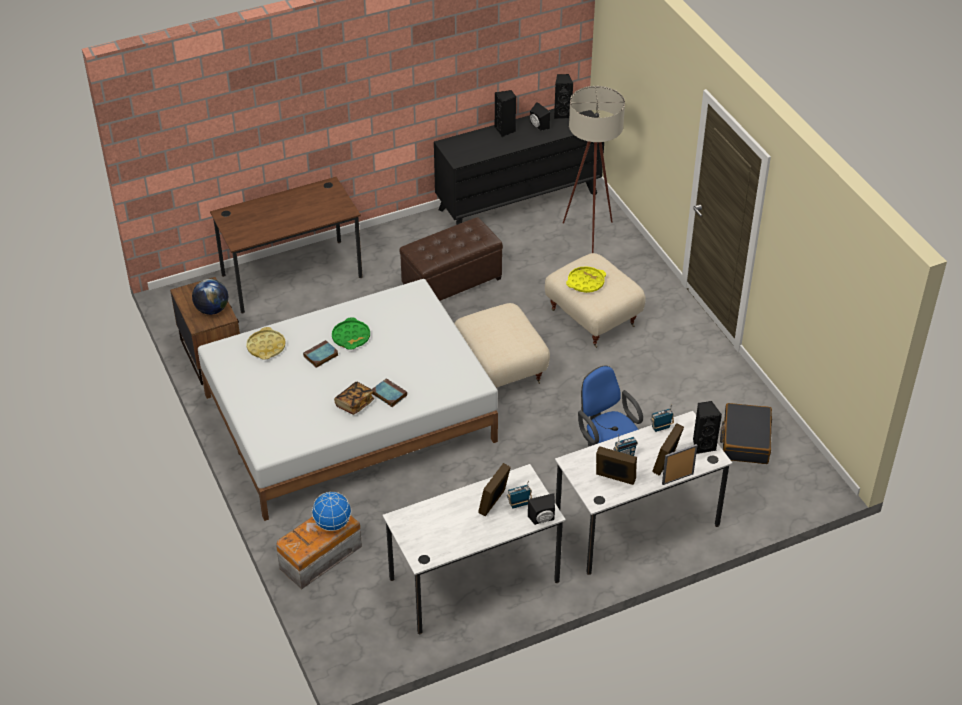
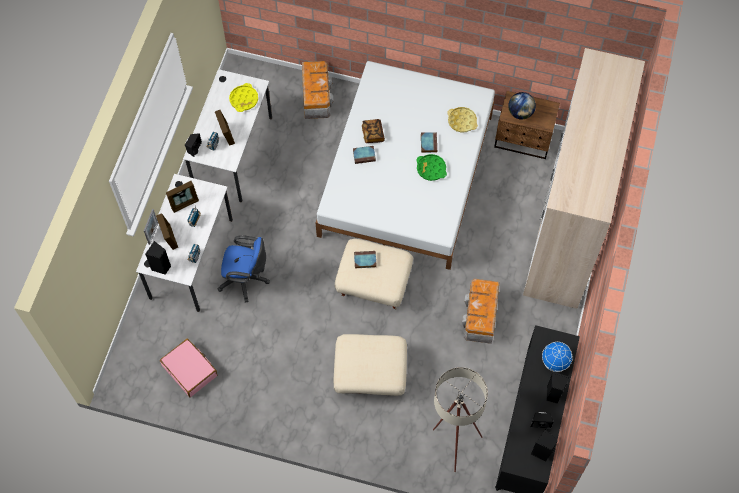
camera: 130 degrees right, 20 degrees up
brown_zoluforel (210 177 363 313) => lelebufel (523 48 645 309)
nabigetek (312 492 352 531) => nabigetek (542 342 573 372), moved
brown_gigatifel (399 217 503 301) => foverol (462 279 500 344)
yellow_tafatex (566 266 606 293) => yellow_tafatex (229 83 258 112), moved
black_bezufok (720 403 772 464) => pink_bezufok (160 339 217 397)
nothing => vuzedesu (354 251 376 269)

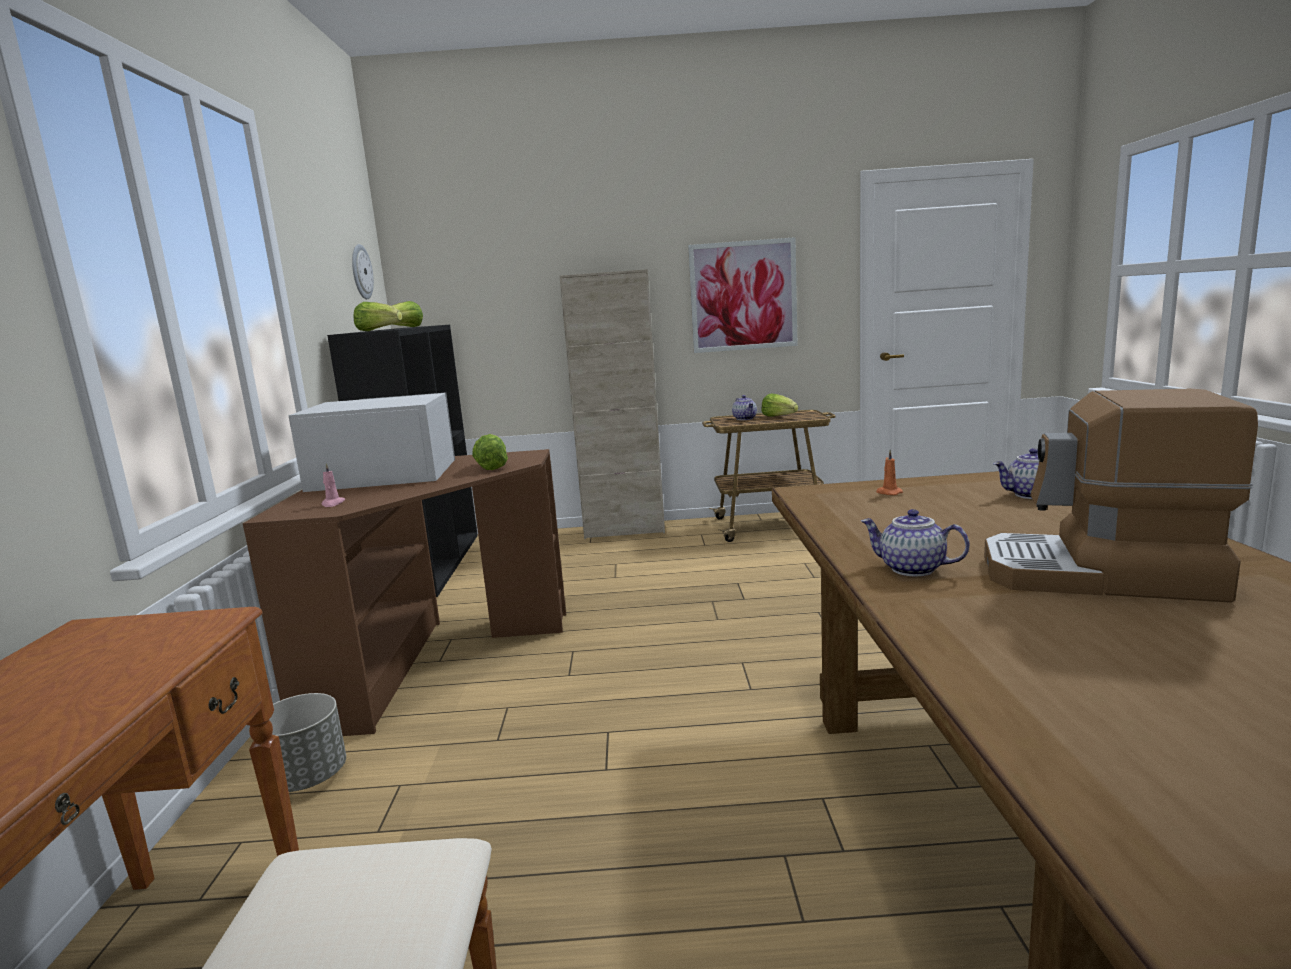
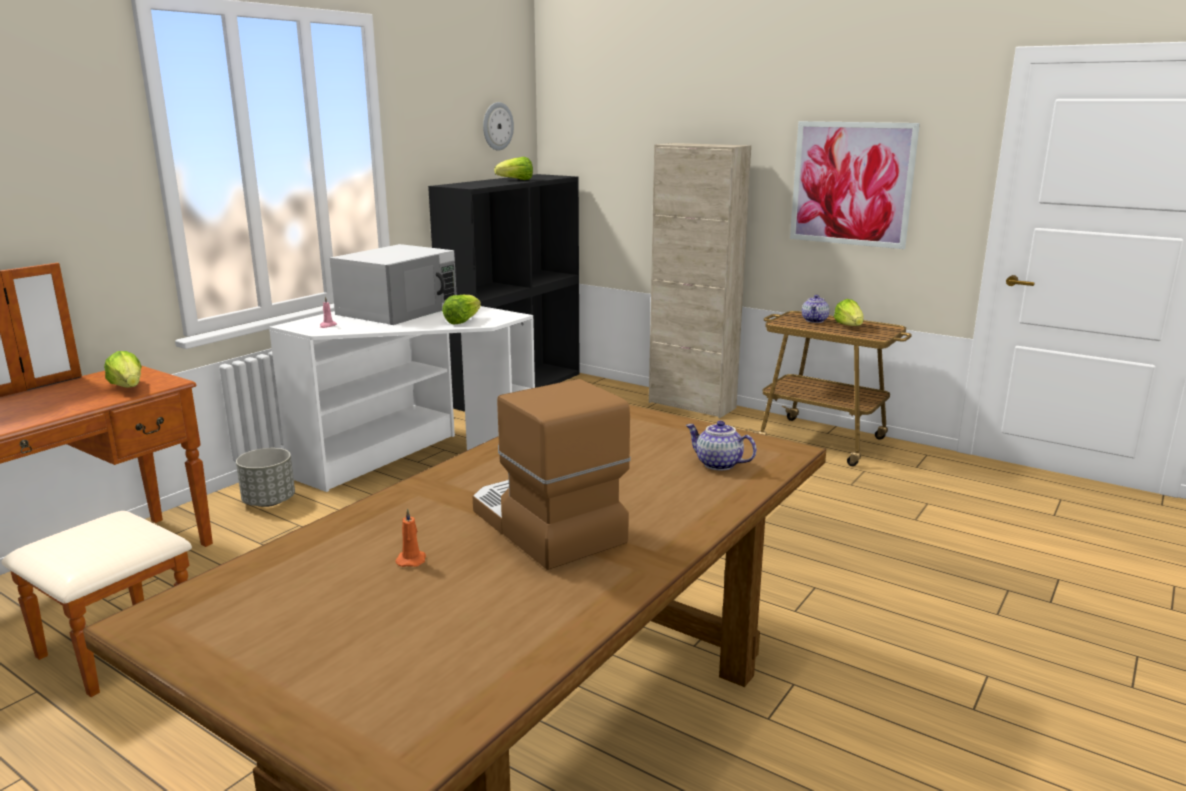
camera: 35 degrees right, 5 degrees up
brown_zoluforel (243 449 566 736) => white_zoluforel (269 306 535 492)
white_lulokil (288 393 455 492) => white_lulokil (330 244 457 325), 90 degrees clockwise
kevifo (353 302 402 331) => kevifo (104 351 142 388), moved
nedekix (861 509 970 576) => nothing
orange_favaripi (876 450 903 495) => orange_favaripi (395 508 426 567), moved

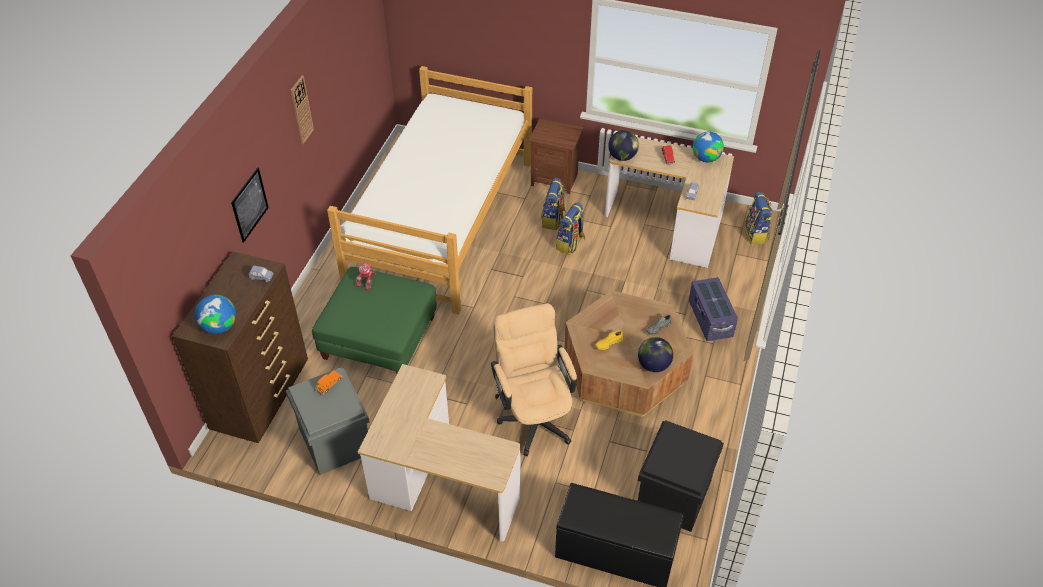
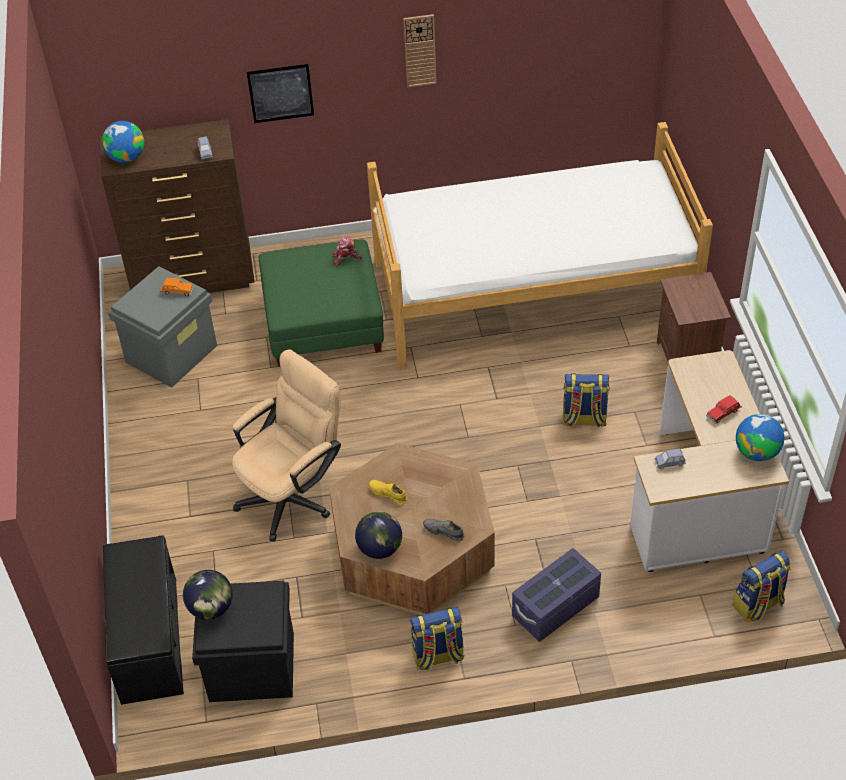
camera: 65 degrees right, 0 degrees up
zoluforel (358 364 520 542) => nothing
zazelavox (541 178 566 230) => zazelavox (410 607 464 671), moved
nabigetek (608 130 639 161) => nabigetek (183 570 233 620), moved

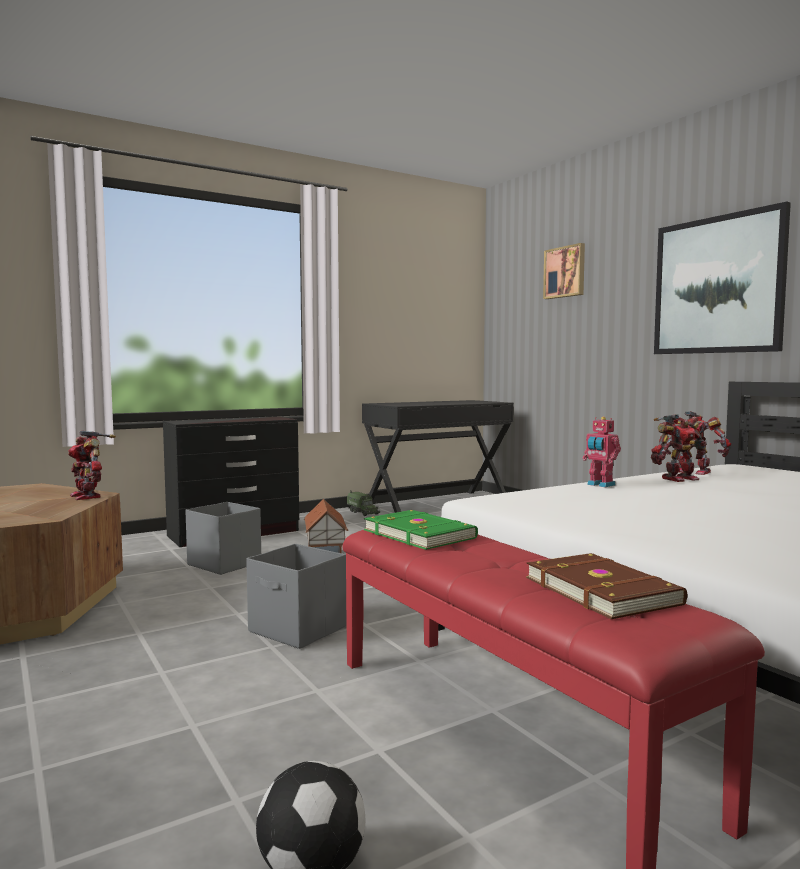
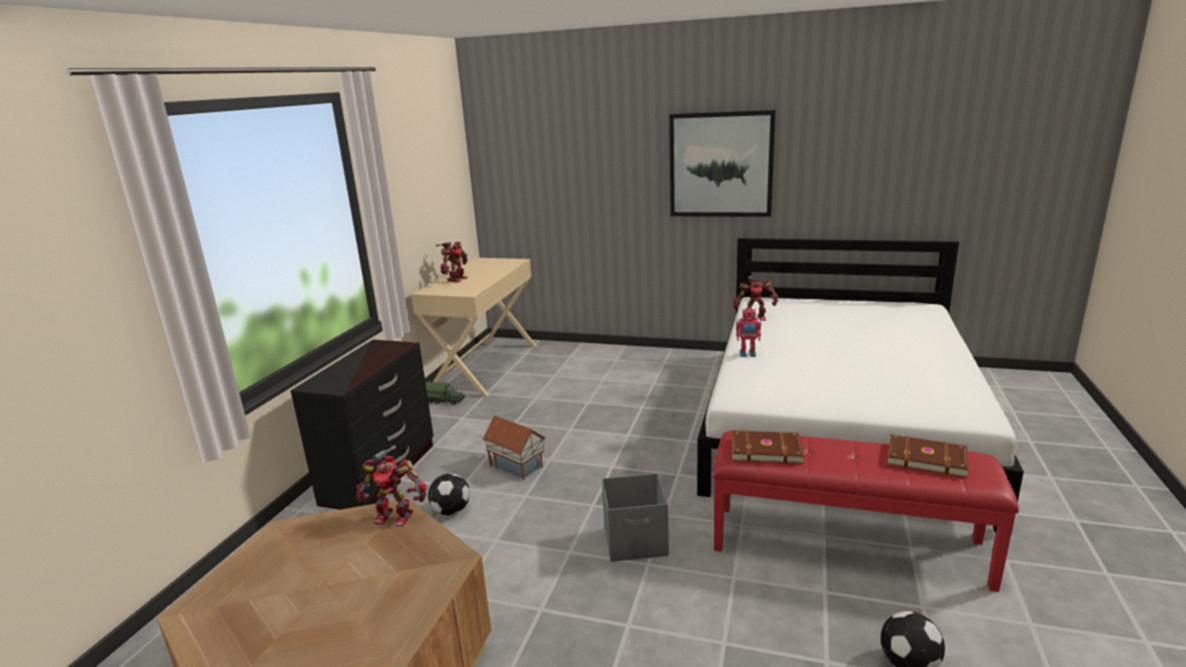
camera: 40 degrees left, 15 degrees up
grey_foverol (185 502 261 575) => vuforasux (428 473 470 515)
black_zoluforel (362 400 514 513) => beige_zoluforel (411 258 537 396)
green_vuzedesu (364 510 478 550) => brown_vuzedesu (732 431 804 464)
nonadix (543 243 585 299) => nothing
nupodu (651 414 707 482) => nupodu (435 242 468 282), moved

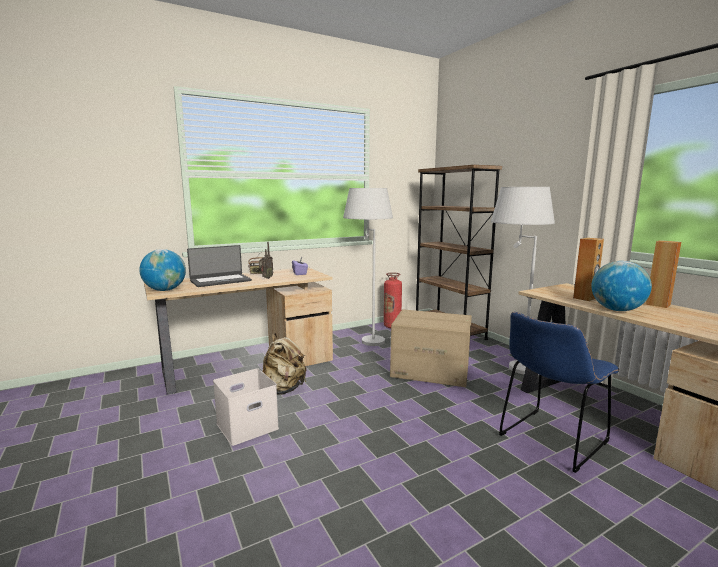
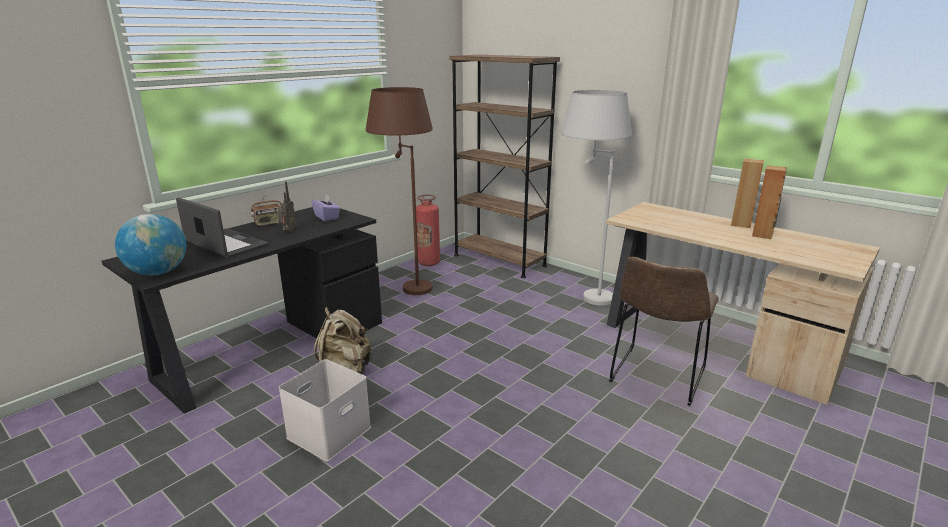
camera: 20 degrees left, 10 degrees up
beige_zoluforel (144 267 333 395) => black_zoluforel (102 207 382 414)
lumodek (187 245 252 287) => lumodek (176 197 268 258), 90 degrees counterclockwise
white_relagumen (343 188 393 346) => brown_relagumen (366 87 433 295)
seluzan (390 309 472 387) => nothing
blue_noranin (499 312 619 473) => brown_noranin (609 257 719 406)
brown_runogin (573 238 604 301) => brown_runogin (752 165 787 239), moved
nabigetek (592 261 652 311) => nothing

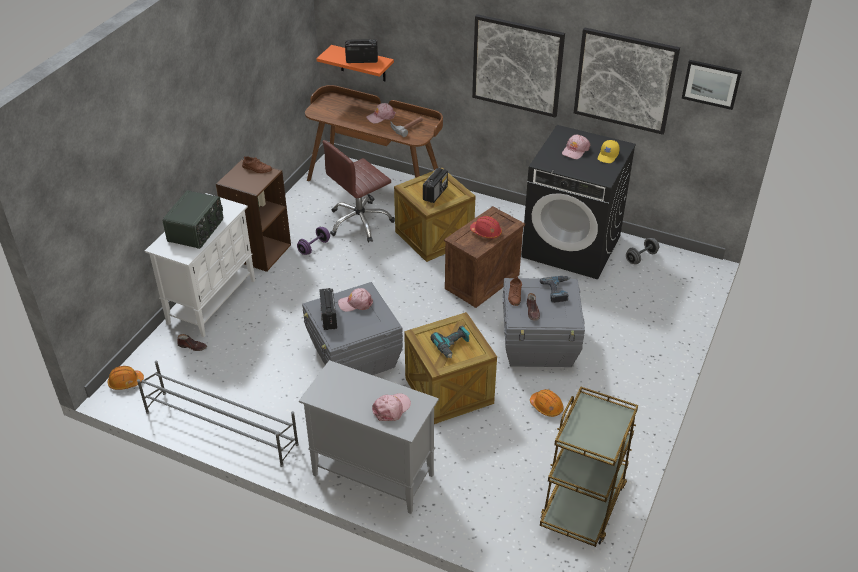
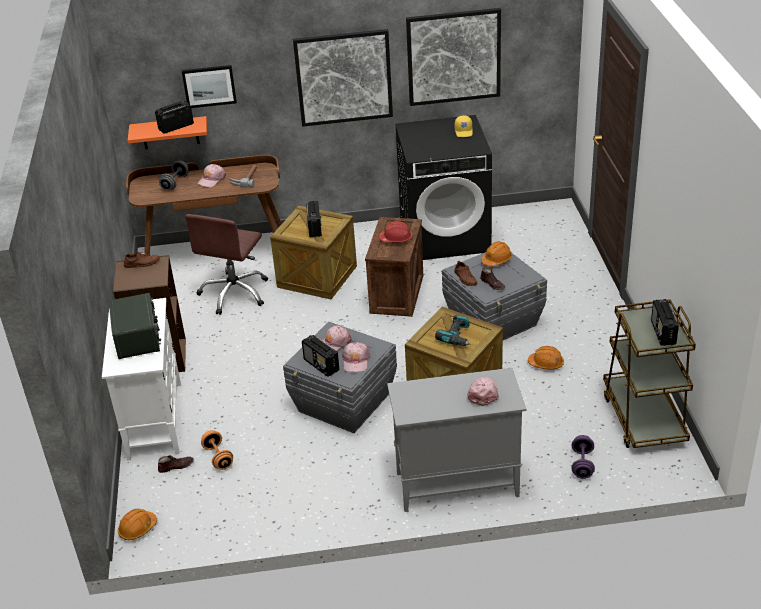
camera: 30 degrees left, 5 degrees down
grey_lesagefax (137 361 299 467) => nothing
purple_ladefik (297 227 330 255) => purple_ladefik (572 435 595 479), moved
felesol (540 276 571 303) => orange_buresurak (481 241 512 267)
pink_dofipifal (562 135 590 159) => pink_dofipifal (342 342 370 372), moved
grey_ladefik (626 238 659 264) => grey_ladefik (159 161 189 191), moved
nonadix (682 60 742 110) => nonadix (182 65 237 108), moved
nothing => orange_ladefik (201 430 233 470)
nothing => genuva (651 299 679 346)

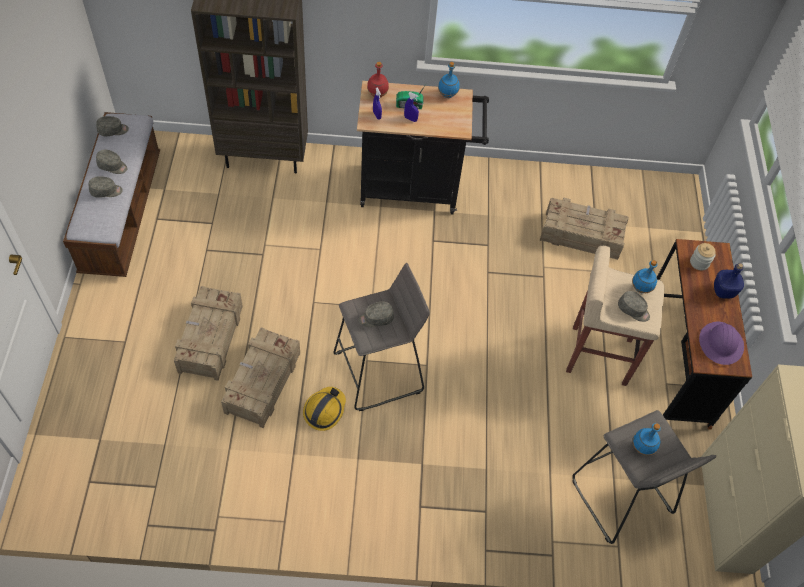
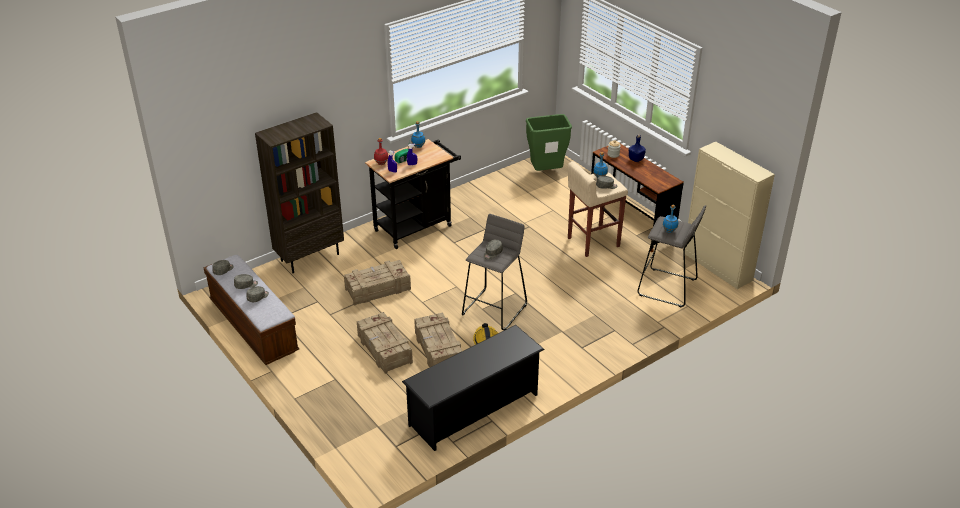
camera: 35 degrees left, 20 degrees down
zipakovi (540 198 629 260) => zipakovi (344 260 411 306), moved
purple_buresurak (699 322 744 365) => nothing
nothing => black_lesagefax (402 325 545 451)
nothing => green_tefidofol (526 114 572 171)

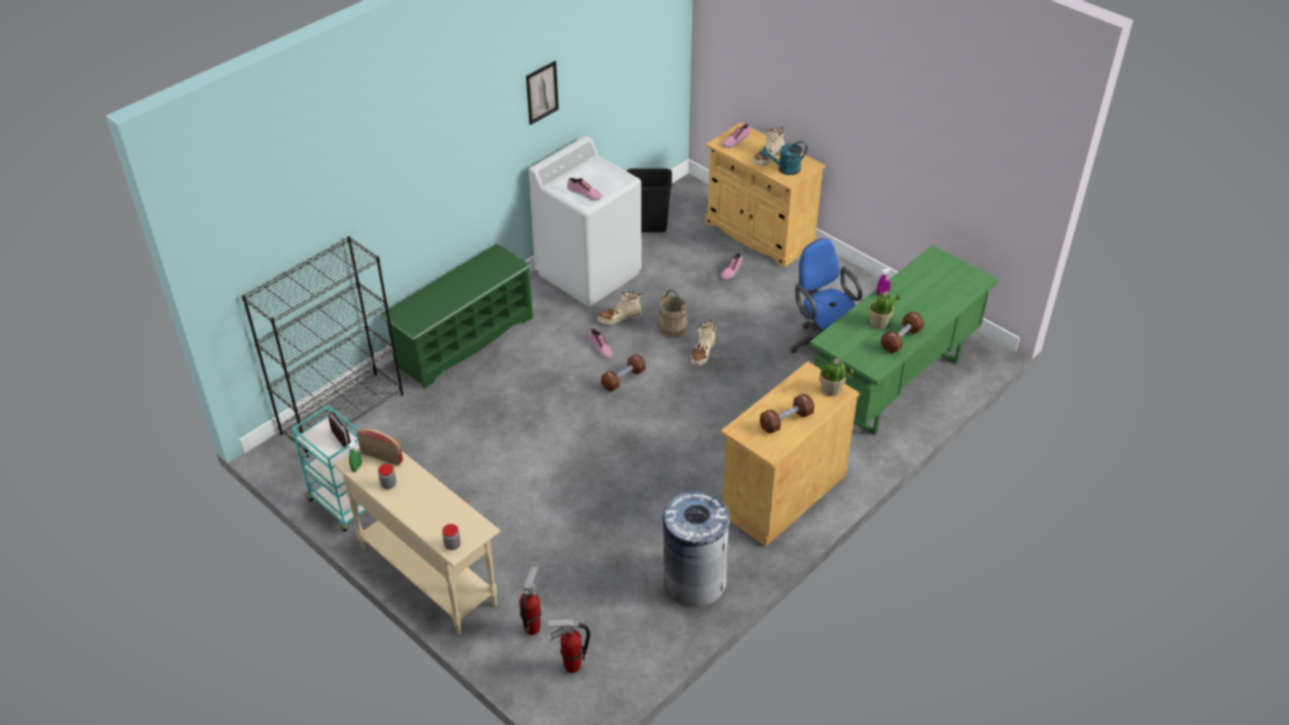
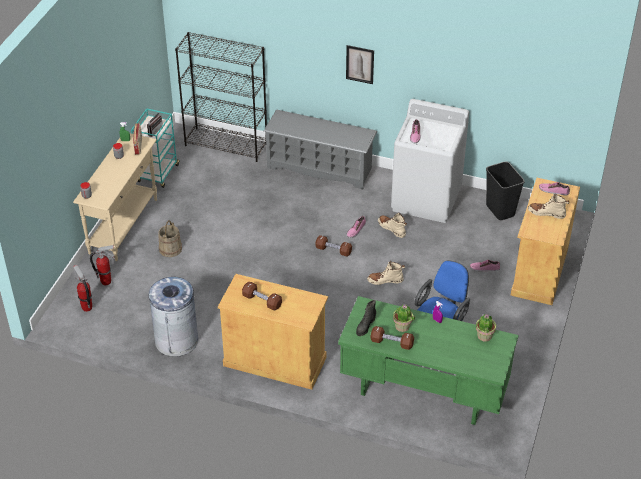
camera: 65 degrees right, 0 degrees up
green_lesagefax (380 244 533 389) => grey_lesagefax (264 110 377 189)
nonadix (526 61 559 125) => nonadix (346 45 374 84), moved
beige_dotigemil (658 290 688 338) => beige_dotigemil (158 220 182 257), moved
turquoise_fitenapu (761 141 807 175) => nothing
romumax (819 358 854 396) => romumax (476 314 496 342), moved
nothing => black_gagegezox (356 300 376 336)

